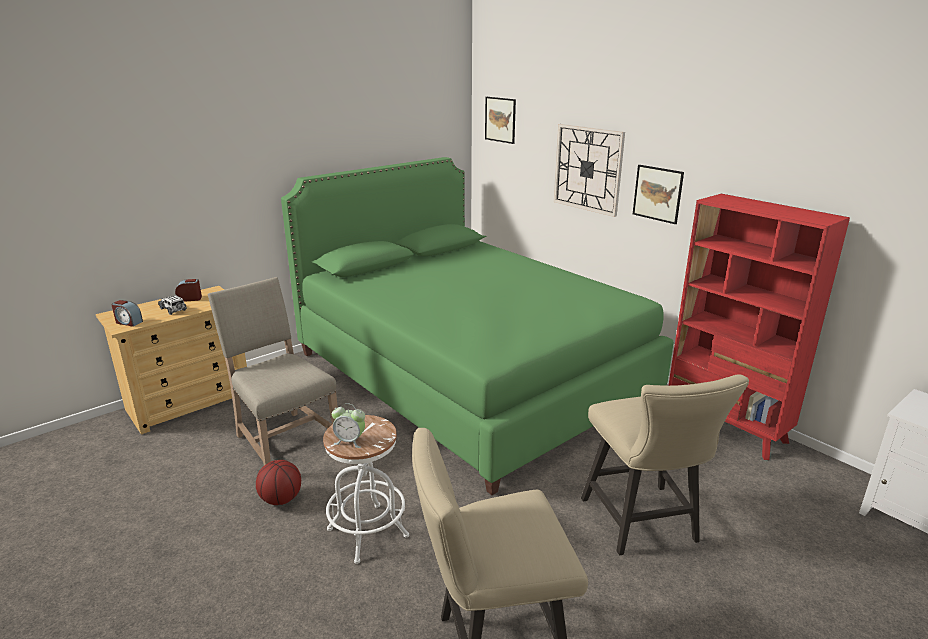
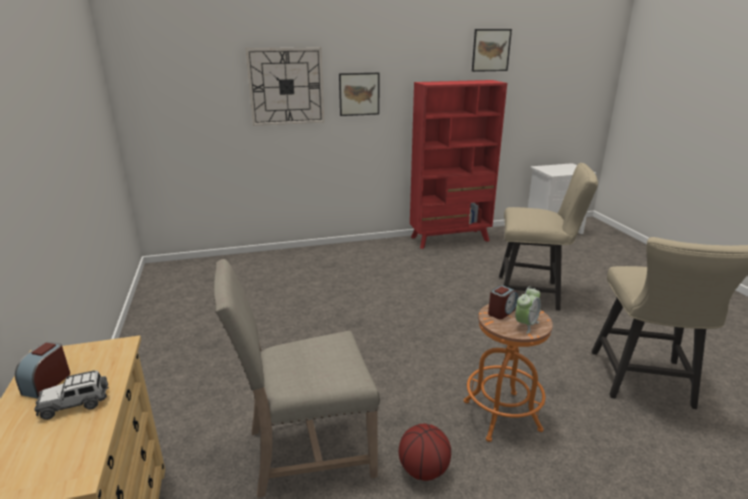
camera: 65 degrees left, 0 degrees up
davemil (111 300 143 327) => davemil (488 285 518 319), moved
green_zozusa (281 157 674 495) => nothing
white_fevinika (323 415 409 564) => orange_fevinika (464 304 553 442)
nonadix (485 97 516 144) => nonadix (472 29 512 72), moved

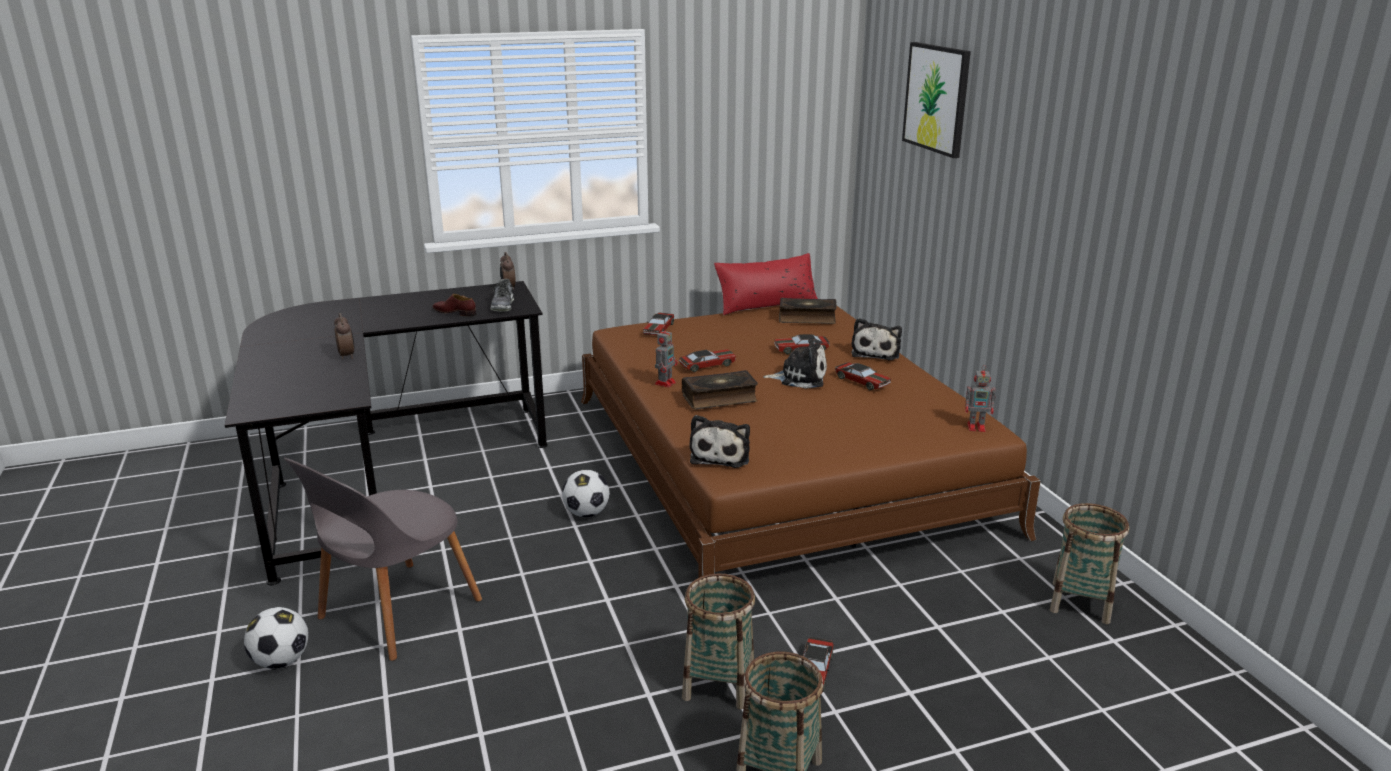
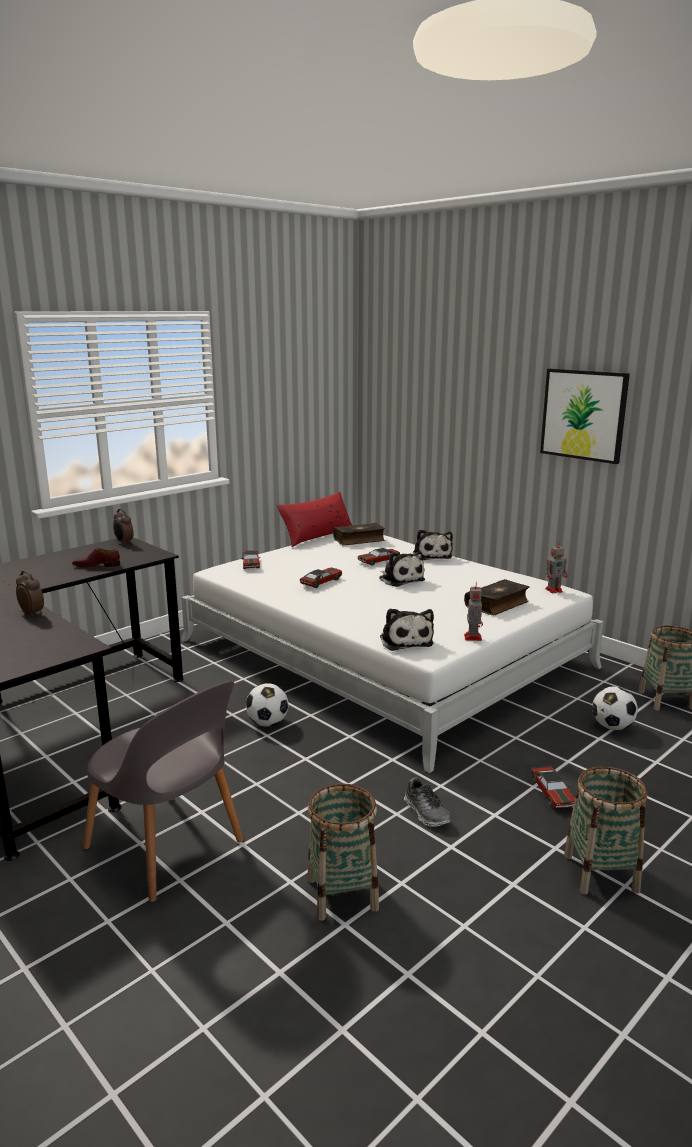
camera: 25 degrees left, 5 degrees down
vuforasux (244 607 308 669) => vuforasux (592 687 638 730), moved
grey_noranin (284 458 482 661) => grey_noranin (83 680 244 902), 60 degrees counterclockwise
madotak (490 279 514 312) => madotak (404 777 451 827), moved
brown_zozusa (581 305 1041 578) => white_zozusa (181 534 604 773)
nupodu (655 327 678 388) => nupodu (464 581 483 641), moved
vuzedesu (682 370 758 410) => vuzedesu (464 579 529 615), moved
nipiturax (682 574 755 709) => nipiturax (308 784 379 921), moved
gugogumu (763 338 827 389) => gugogumu (379 551 425 587), 75 degrees clockwise
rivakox (835 362 891 390) => nothing
nonadix (902 42 971 158) => nonadix (540 369 630 464), moved

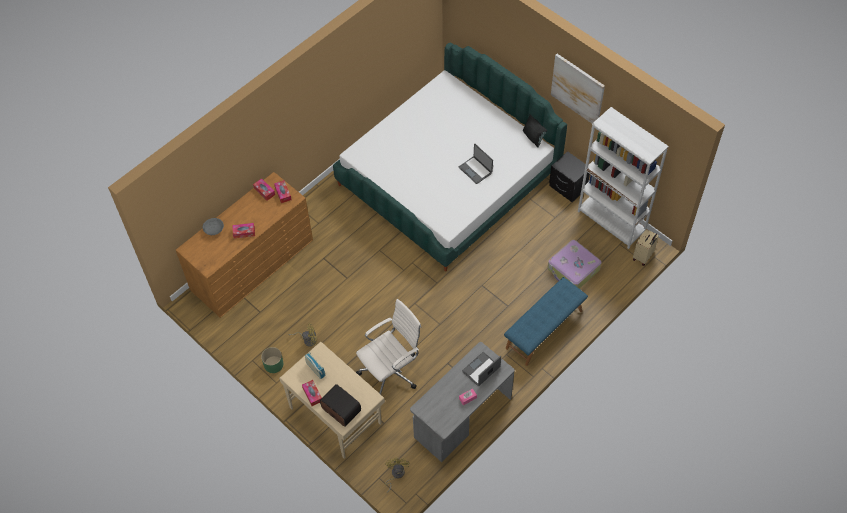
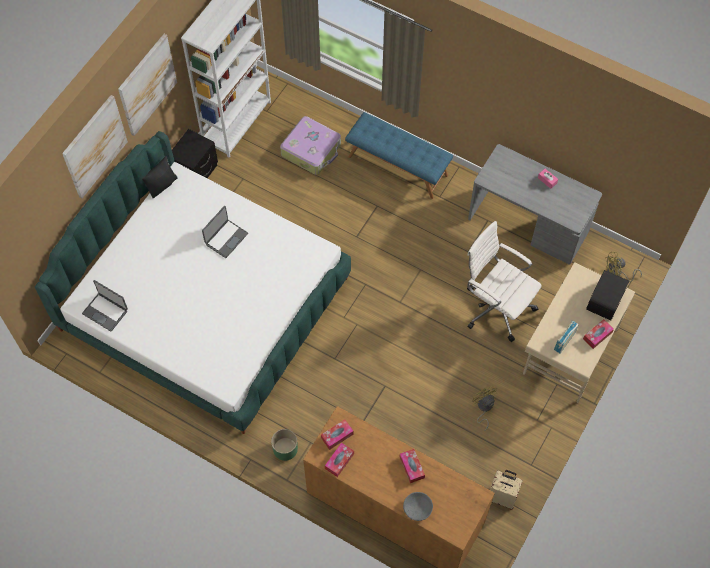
camera: 105 degrees left, 5 degrees up
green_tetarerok (261 347 283 373) => green_tetarerok (271 429 298 461), moved
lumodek (462 352 501 386) => lumodek (82 280 128 331), moved
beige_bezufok (633 229 659 266) => beige_bezufok (490 470 523 510), moved
nothing => nonadix (62 95 128 198)

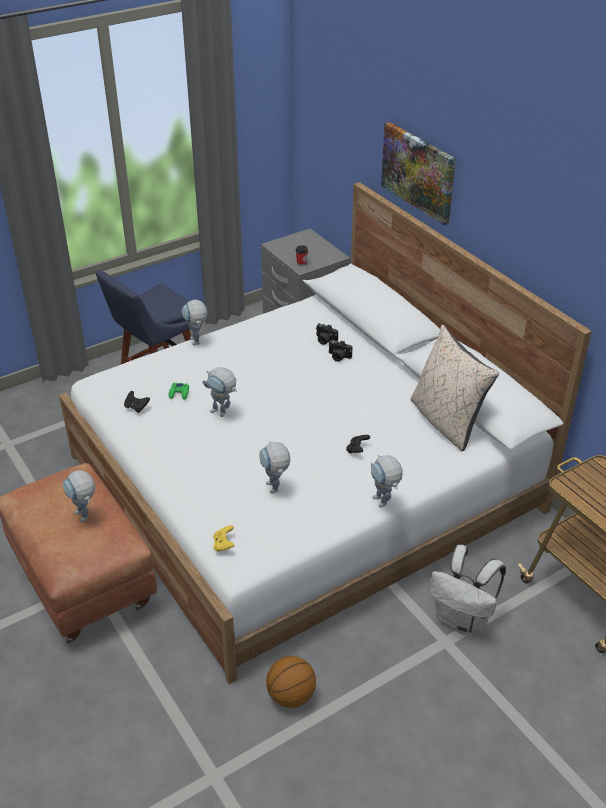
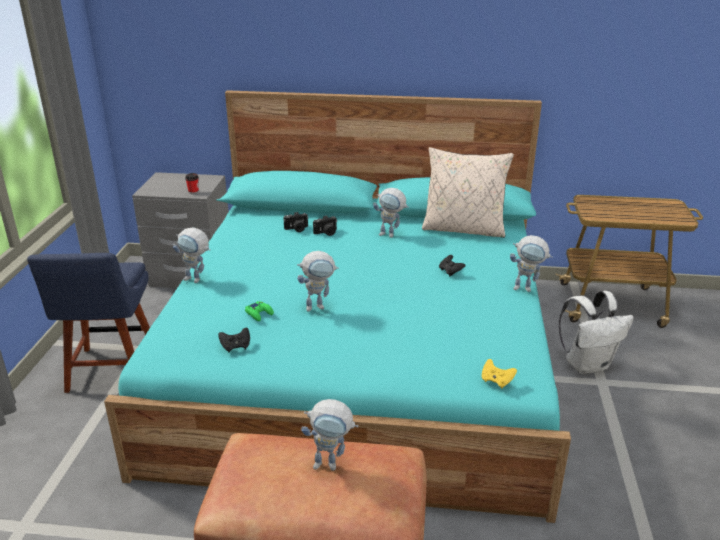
camera: 50 degrees left, 10 degrees down
white_zozusa (59 182 592 684) => turquoise_zozusa (104 90 571 523)
nupodu (259 441 290 494) => nupodu (373 188 409 238), moved
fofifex (266 656 316 708) => nothing
nonadix (381 122 456 225) => nothing

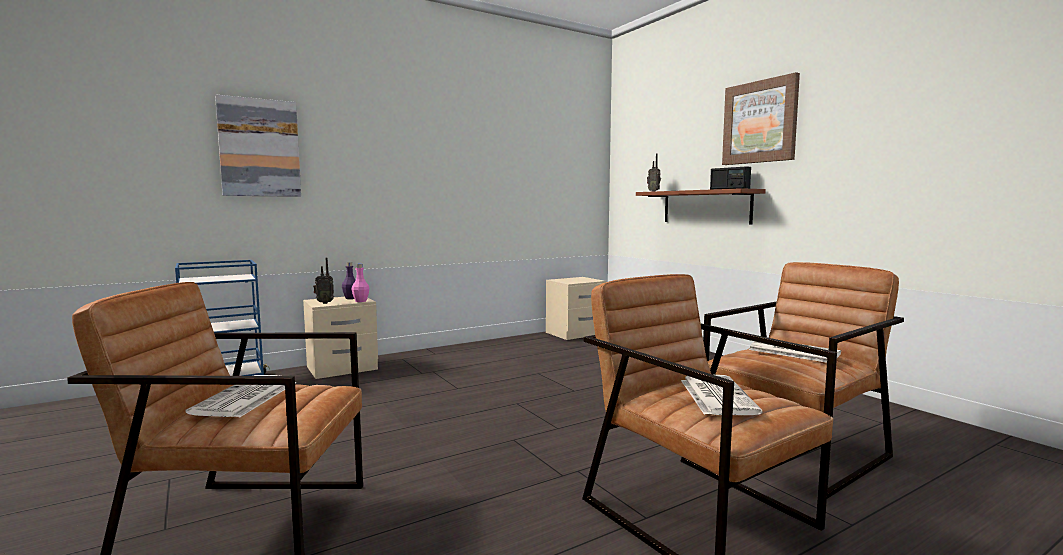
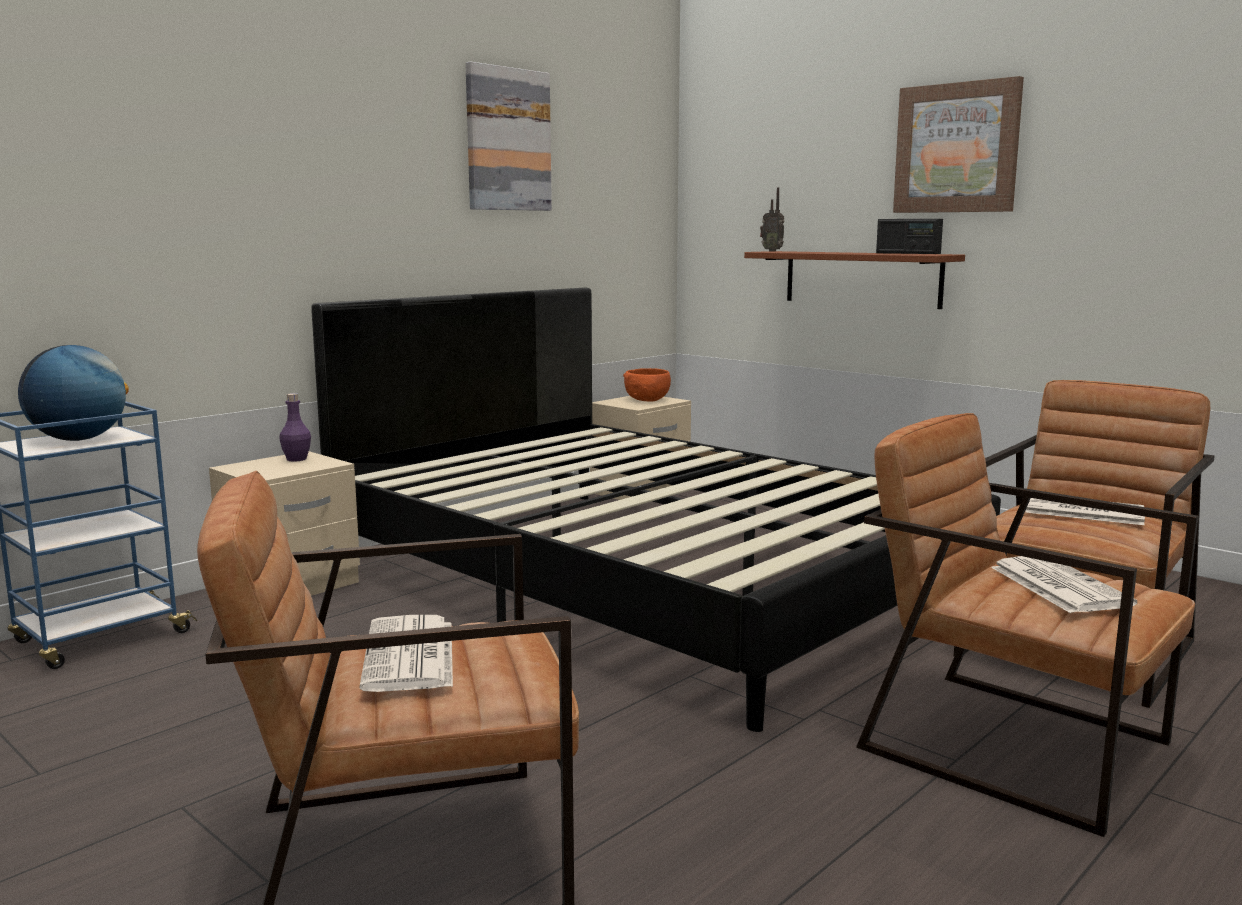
camera: 15 degrees left, 5 degrees up
nonadix (215 95 301 197) => nonadix (465 62 552 211), moved
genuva (313 258 334 304) => nothing
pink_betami (352 264 369 302) => nothing
nothing => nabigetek (18 345 129 441)
nothing => black_zozusa (311 288 1001 732)
nothing => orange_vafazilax (623 368 671 402)

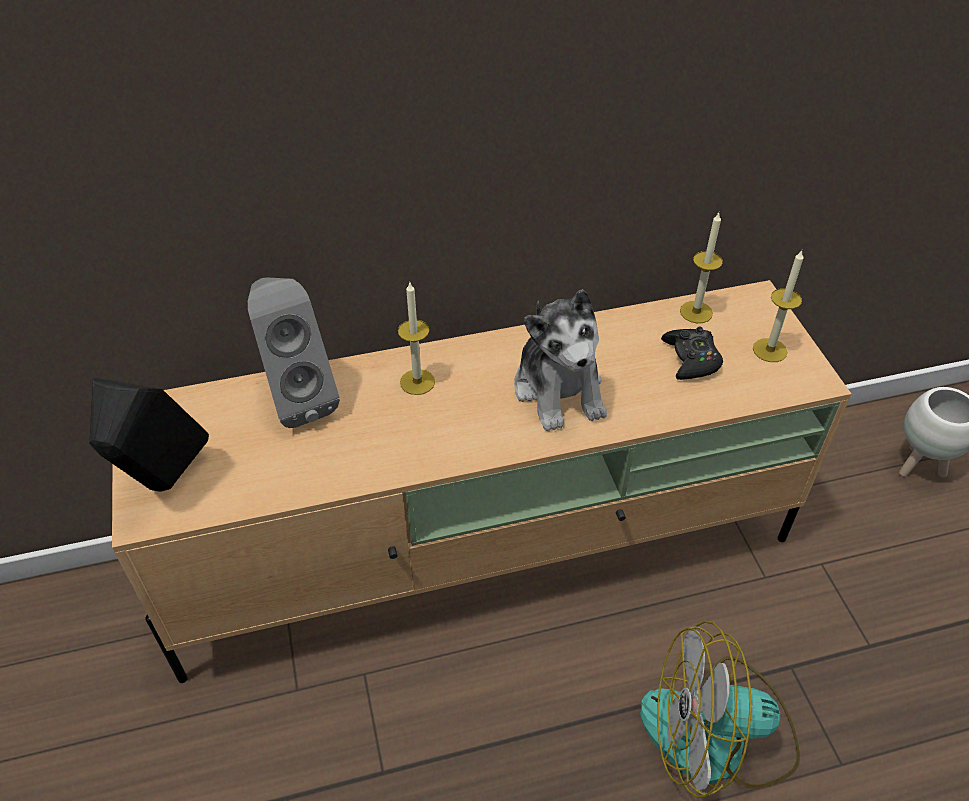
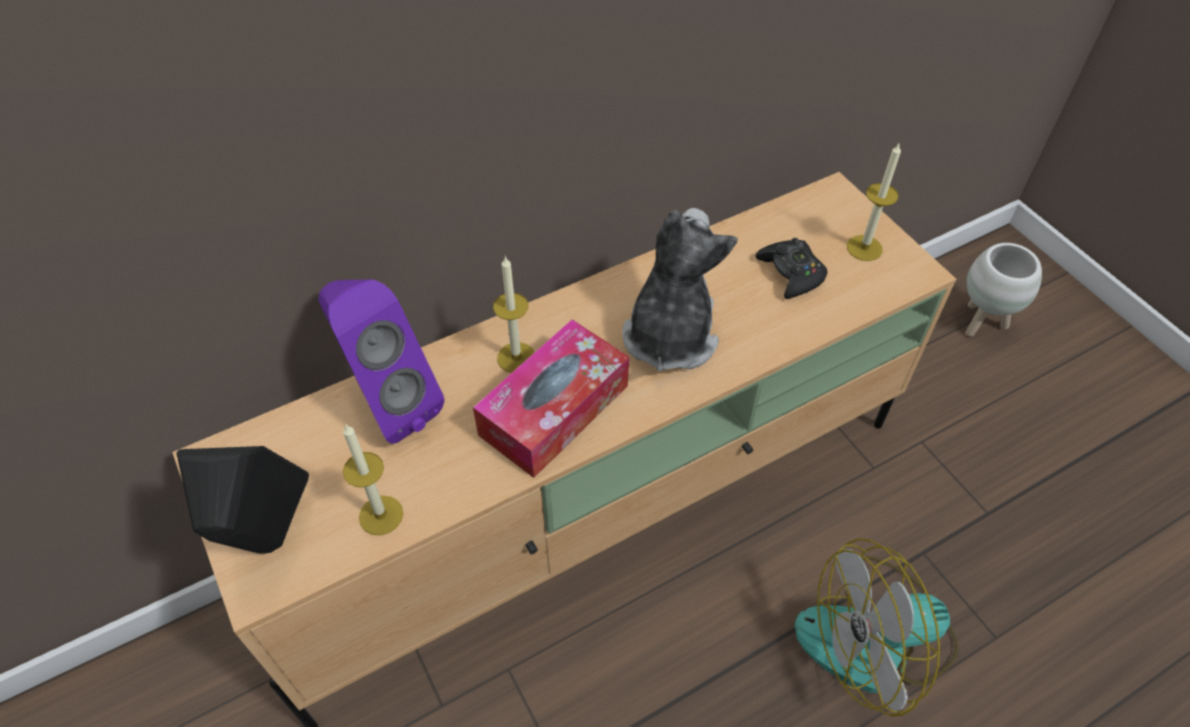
camera: 15 degrees left, 5 degrees up
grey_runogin (248 278 340 428) => purple_runogin (318 279 445 444)
gugogumu (514 289 607 431) => gugogumu (622 208 738 372), 135 degrees counterclockwise
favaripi (680 213 723 323) => favaripi (343 425 403 535), moved
nothing => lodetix (473 319 629 478)

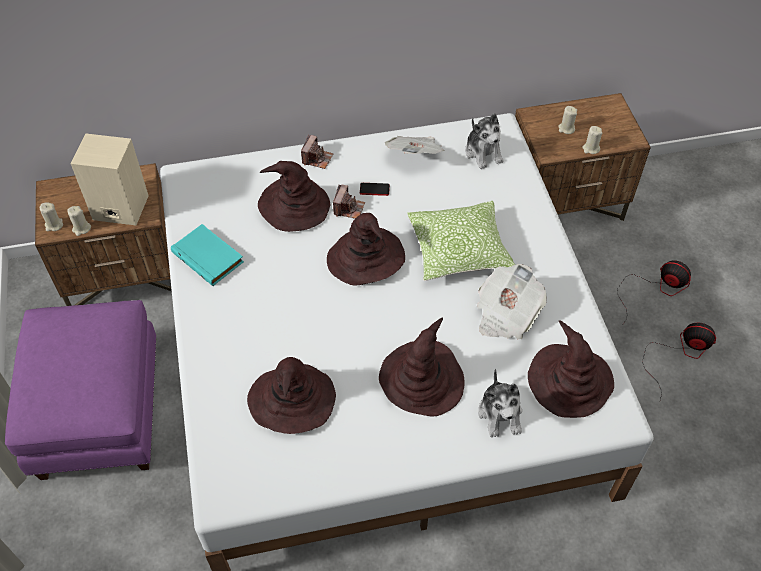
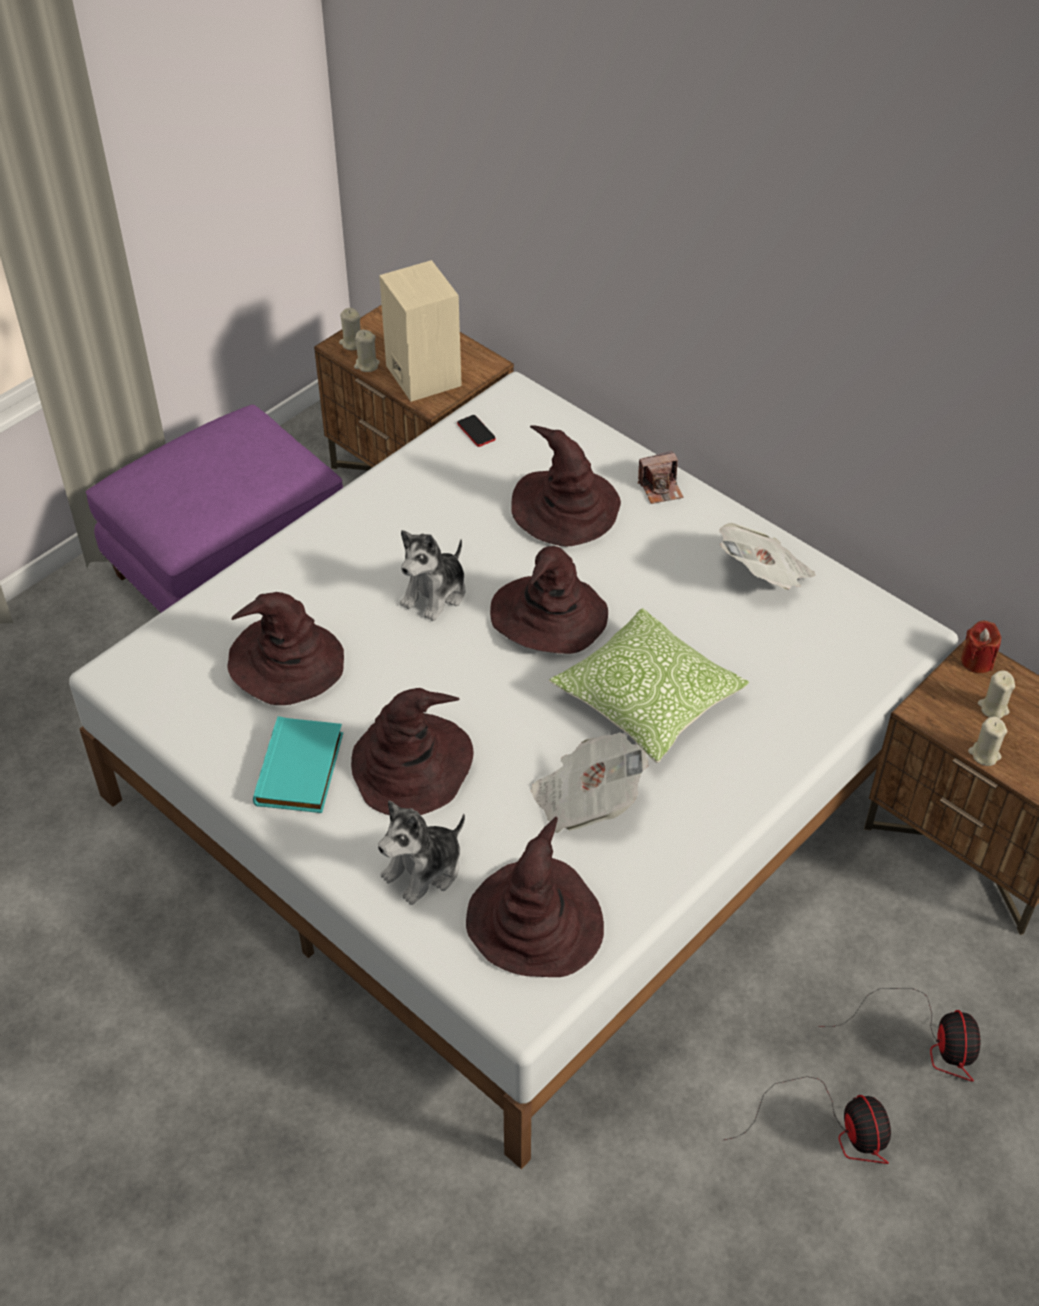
camera: 55 degrees right, 5 degrees down
turquoise_vuzedesu (171 224 244 286) => turquoise_vuzedesu (253 716 343 813), moved
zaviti (333 184 365 219) => nothing
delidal (360 183 390 196) => delidal (457 415 496 447), moved
gugogumu (465 113 504 169) => gugogumu (400 530 465 621), moved
nothing => red_favaripi (961 621 1001 673)

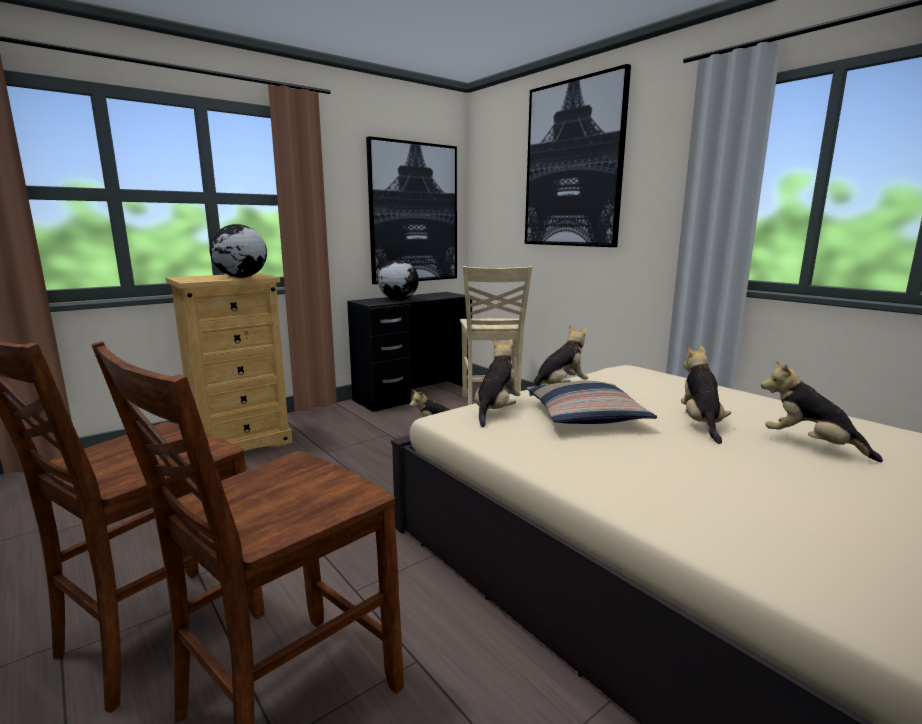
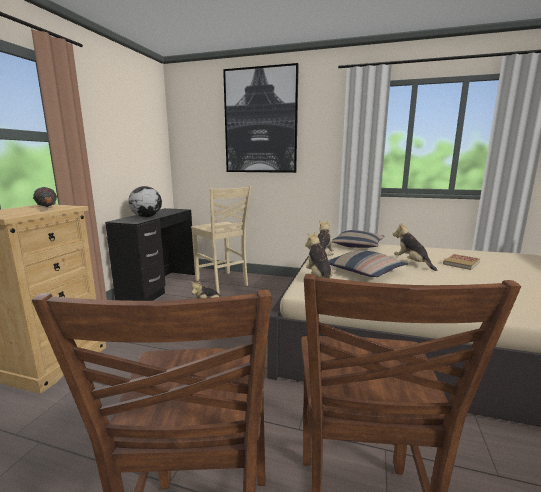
camera: 35 degrees left, 0 degrees up
nabigetek (209 224 267 278) => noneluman (33 187 57 207)
nonadix (366 136 457 284) => nothing
gugogumu (761 361 883 462) => vuzedesu (443 254 480 270)
nothing => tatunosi (332 230 384 248)

